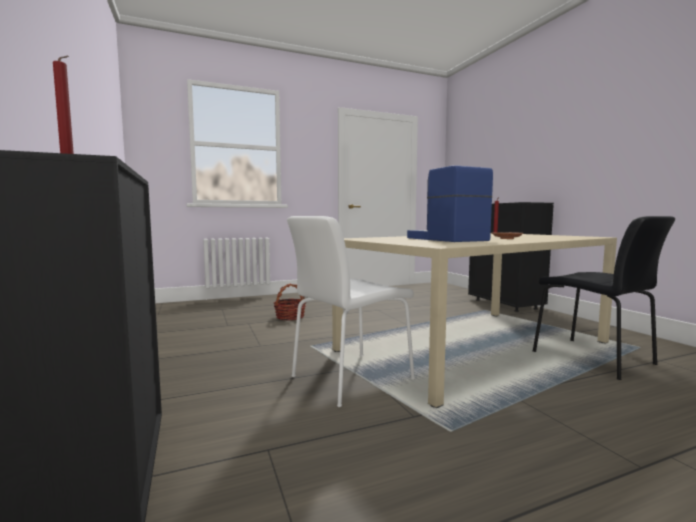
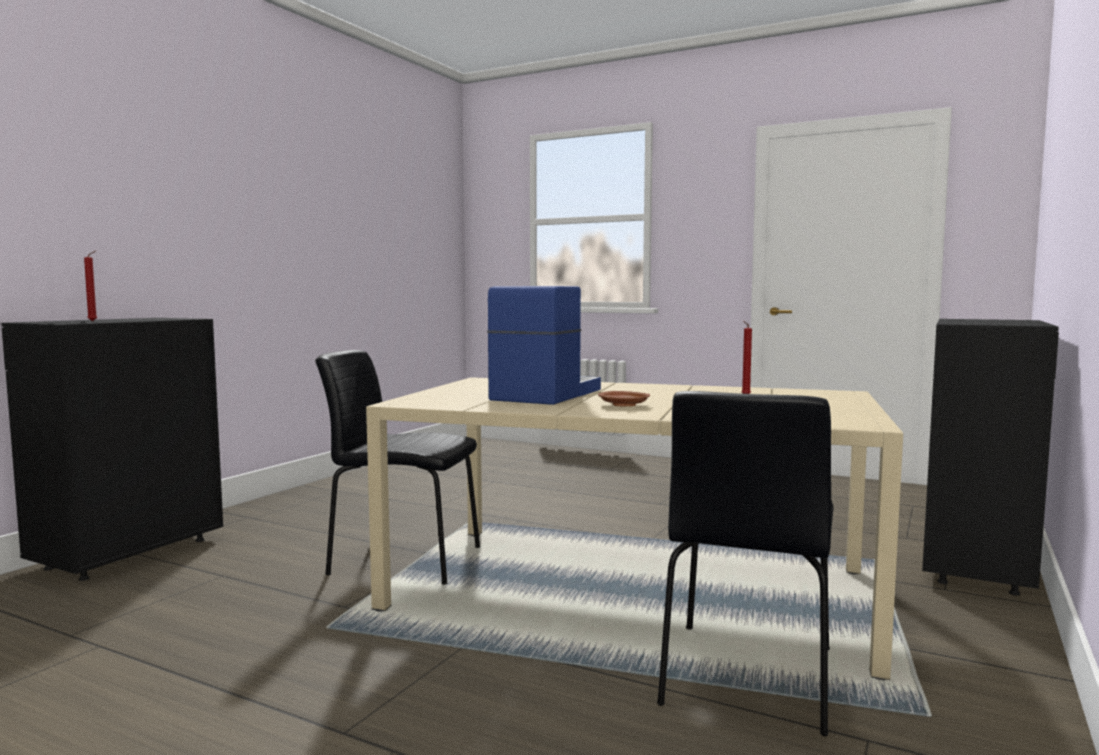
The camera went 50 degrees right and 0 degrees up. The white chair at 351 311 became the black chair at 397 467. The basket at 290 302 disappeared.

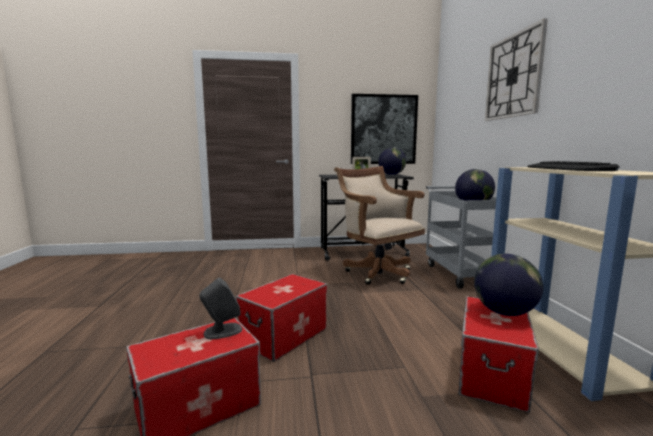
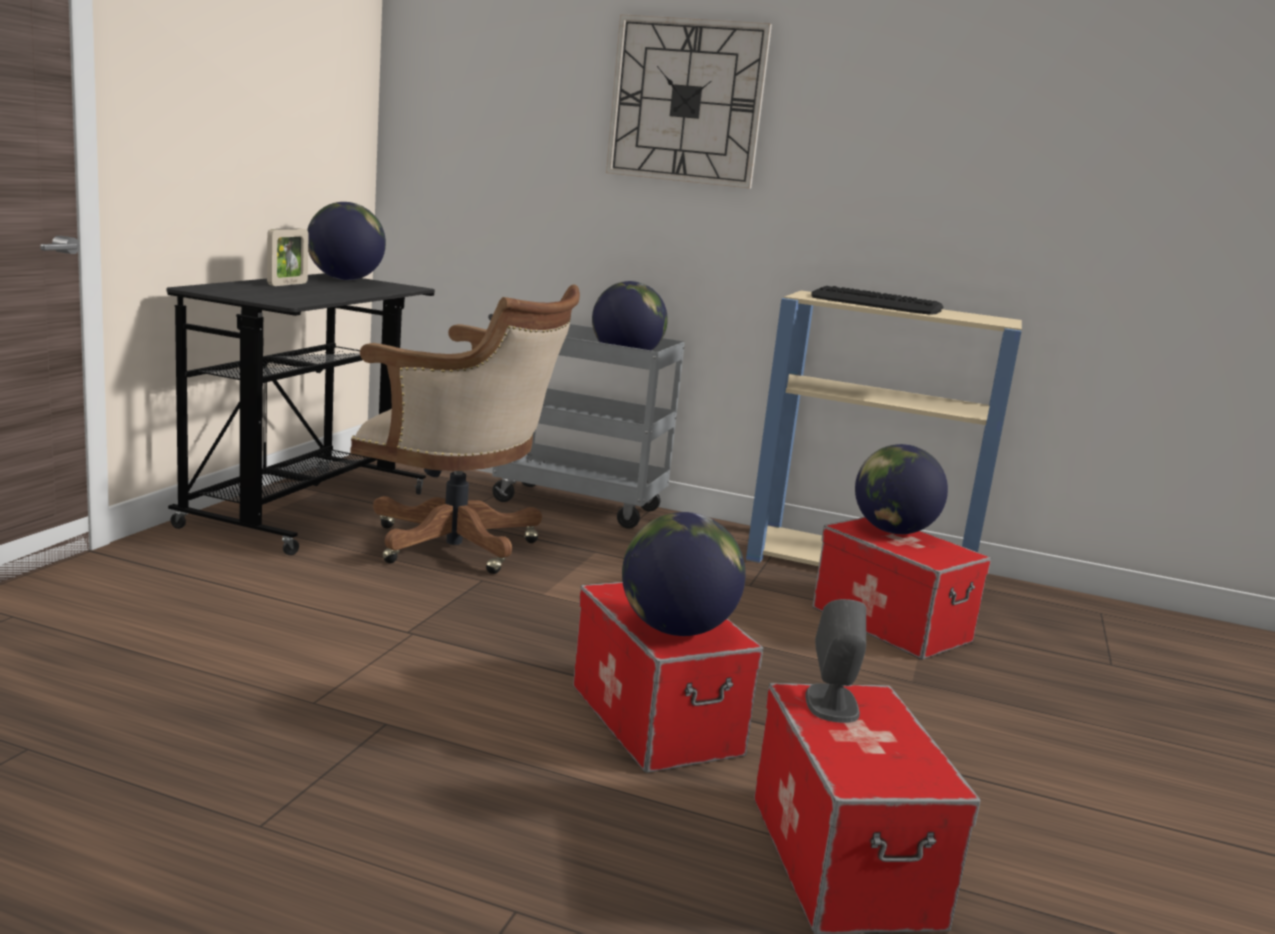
The camera went 65 degrees left and 5 degrees up. The picture at 384 129 disappeared. The office chair at 379 225 turned 150 degrees counterclockwise. The globe at 684 574 appeared.

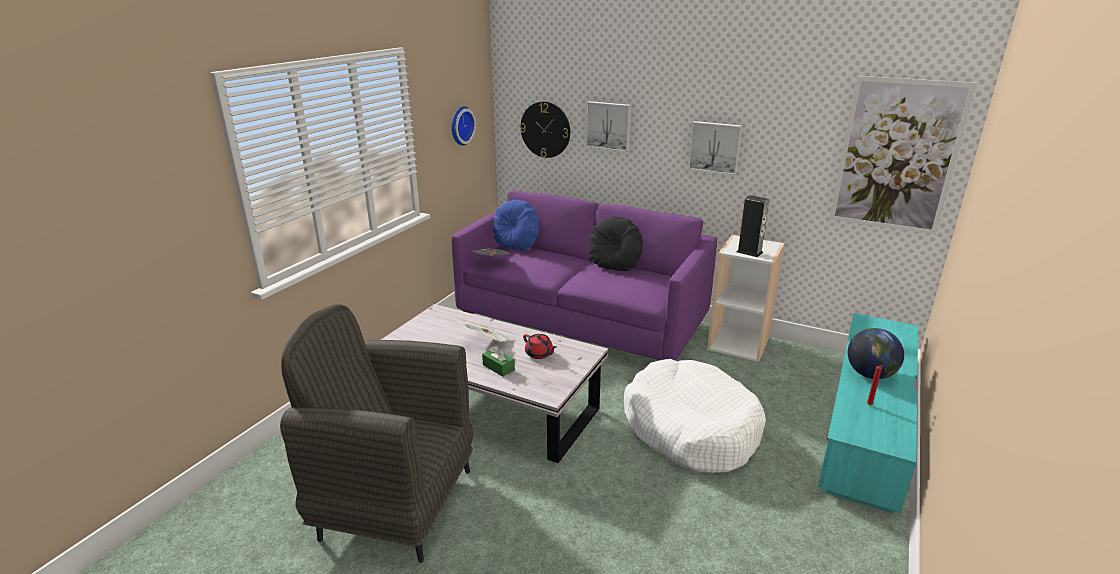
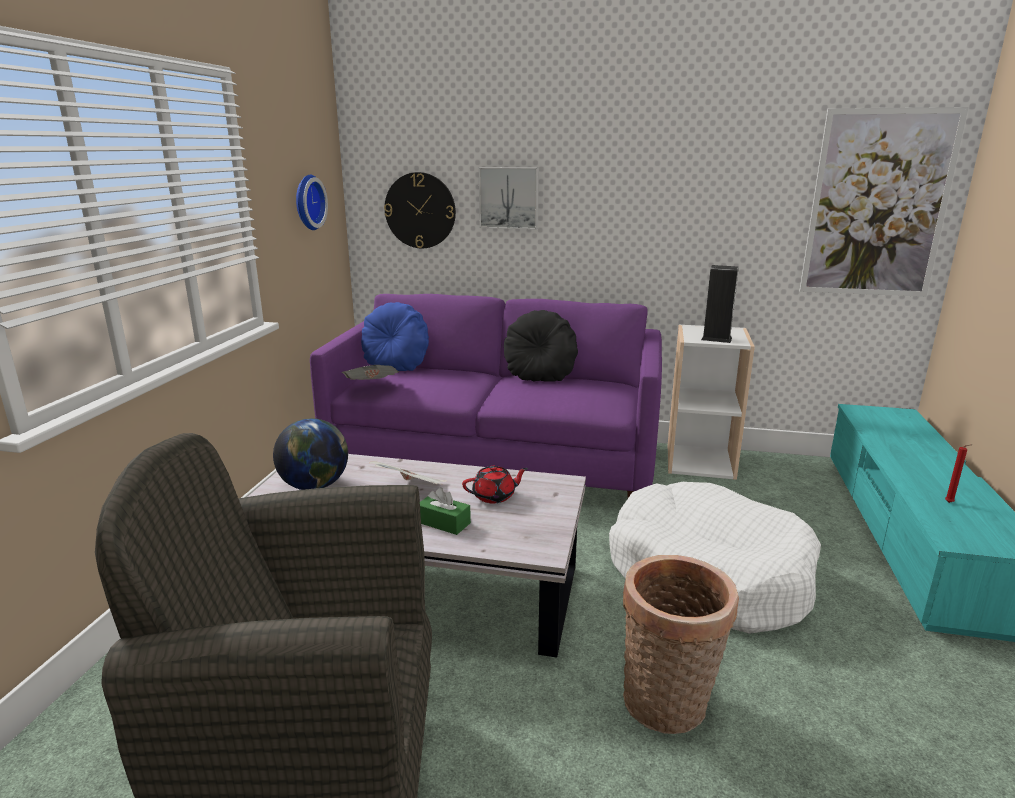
The camera went 15 degrees left and 5 degrees down. The picture at 715 148 disappeared. The globe moved from 876 353 to 310 454. The red teapot at 540 346 turned 45 degrees counterclockwise. The basket at 681 644 appeared.

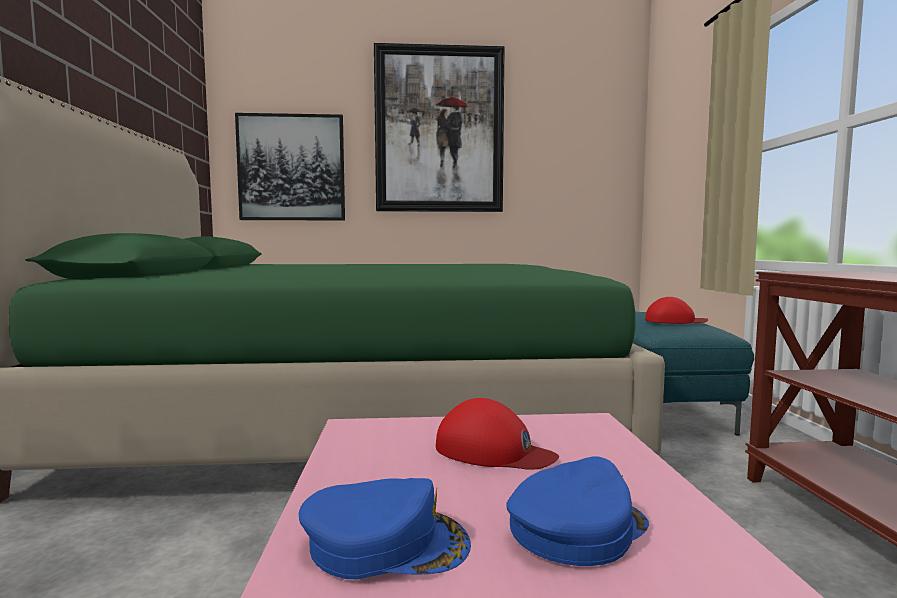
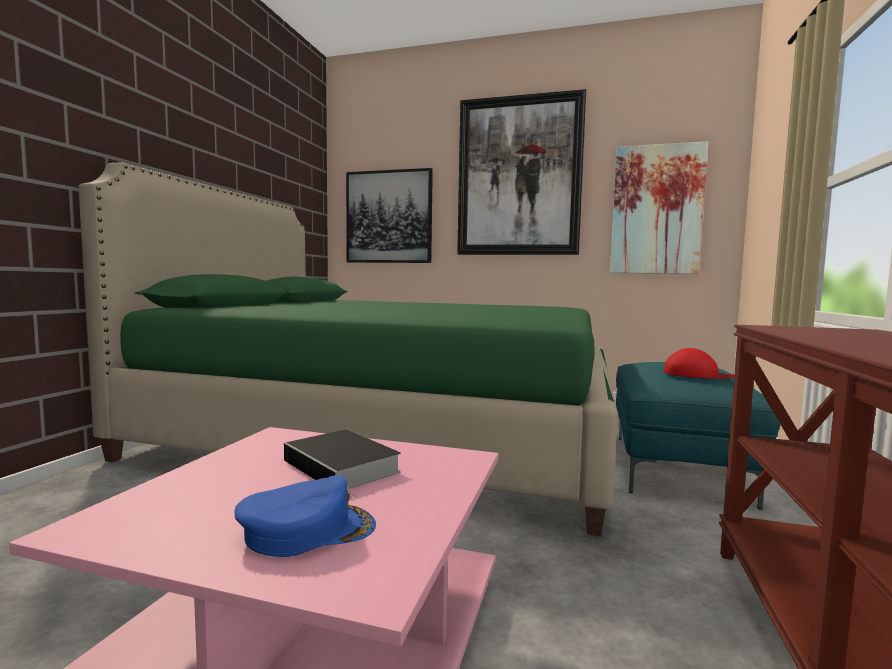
The camera went 20 degrees right and 0 degrees up. The red cap at 497 434 was replaced by the book at 342 463. The blue cap at 385 528 disappeared. The picture at 659 207 appeared.

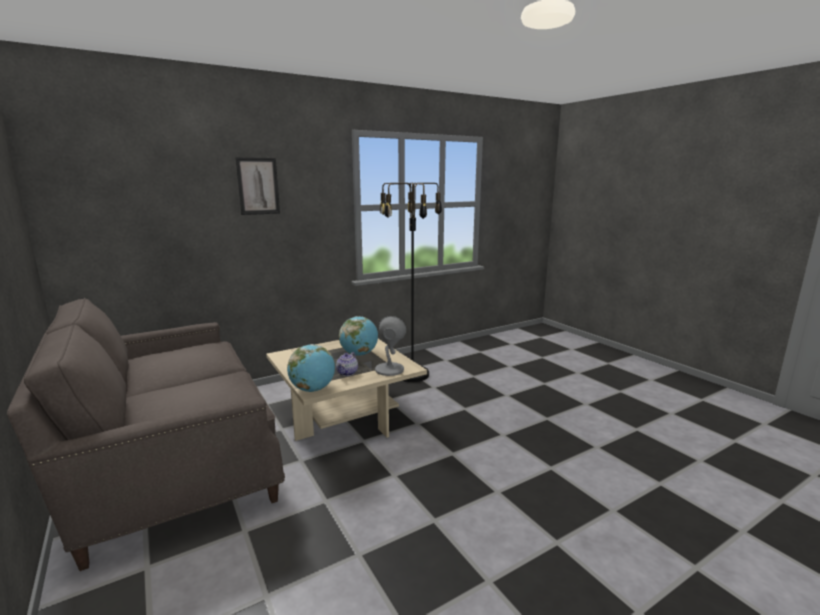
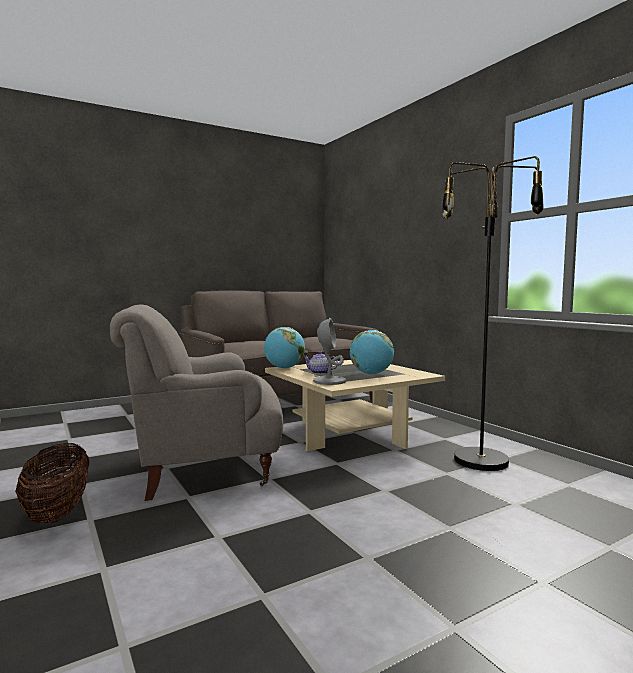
The camera went 90 degrees right and 10 degrees down. The picture at 257 186 disappeared. The grey armchair at 196 402 appeared. The basket at 52 483 appeared.

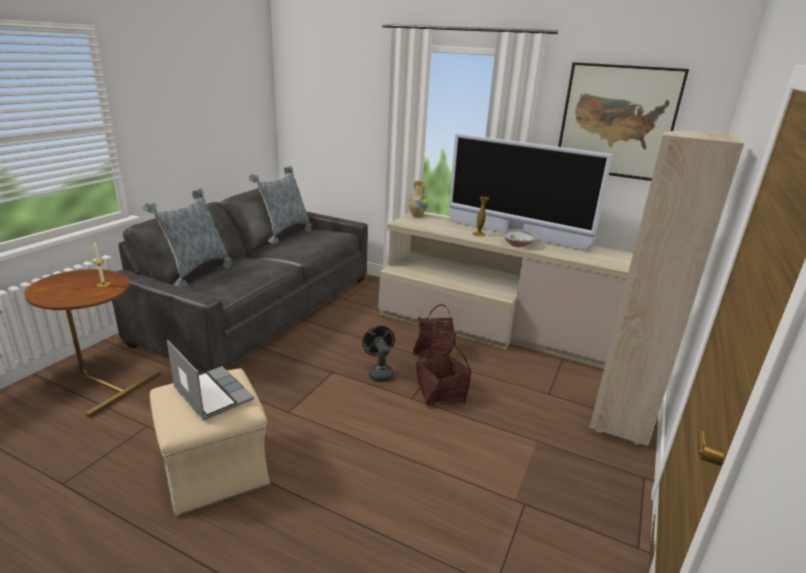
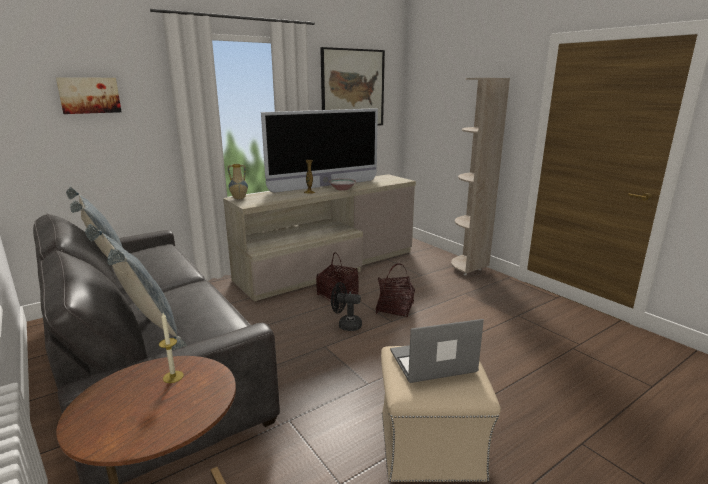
The camera went 60 degrees left and 5 degrees down. The picture at 89 95 appeared.

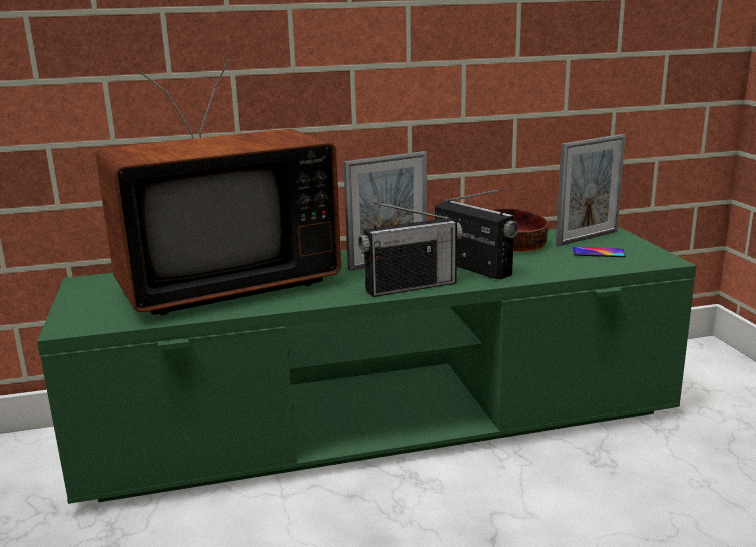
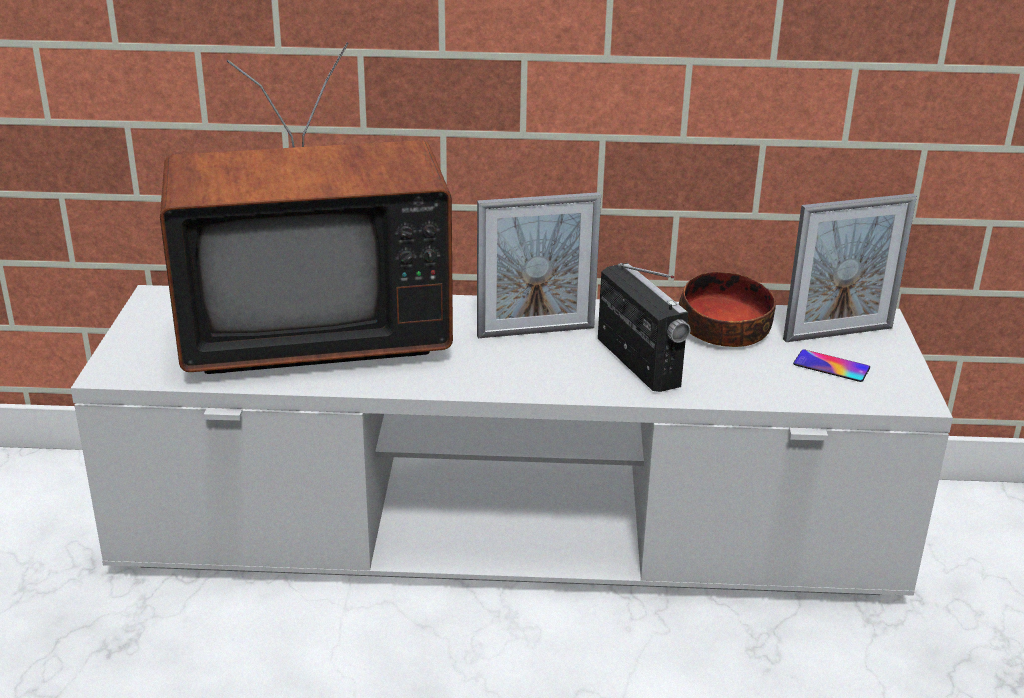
The camera went 15 degrees right and 10 degrees up. The radio at 410 249 disappeared. The green tv stand at 366 365 became the white tv stand at 512 440.

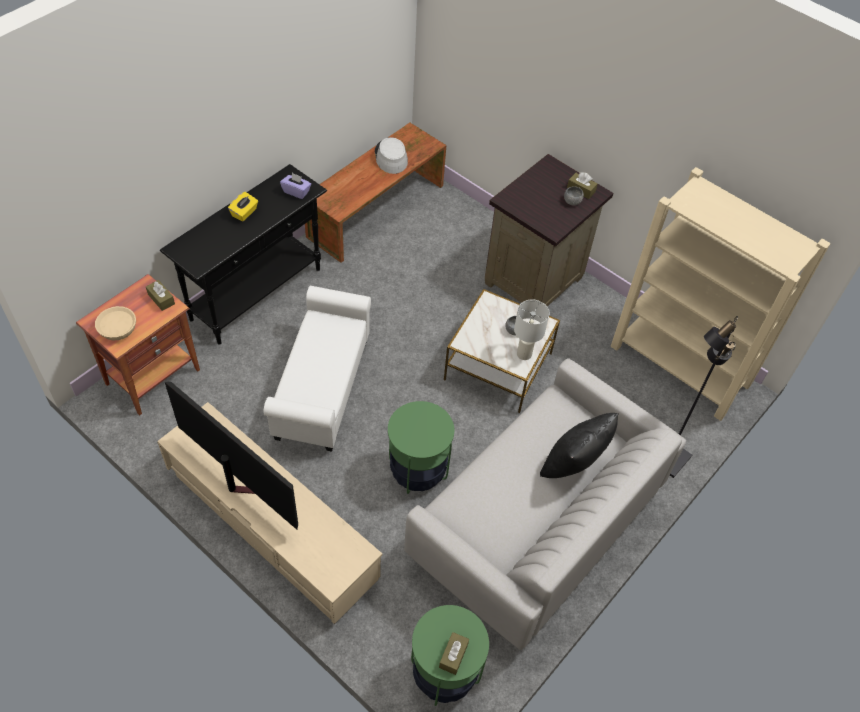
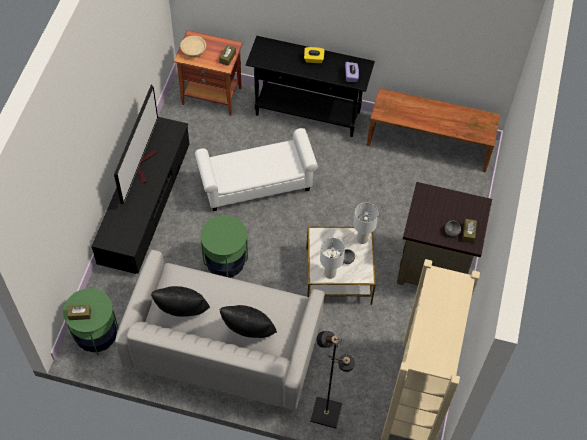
The camera went 65 degrees right and 5 degrees up. The grey hat at 391 155 disappeared. The beige tv stand at 269 513 became the black tv stand at 140 195. The white table lamp at 365 223 appeared. The black pillow at 180 301 appeared.

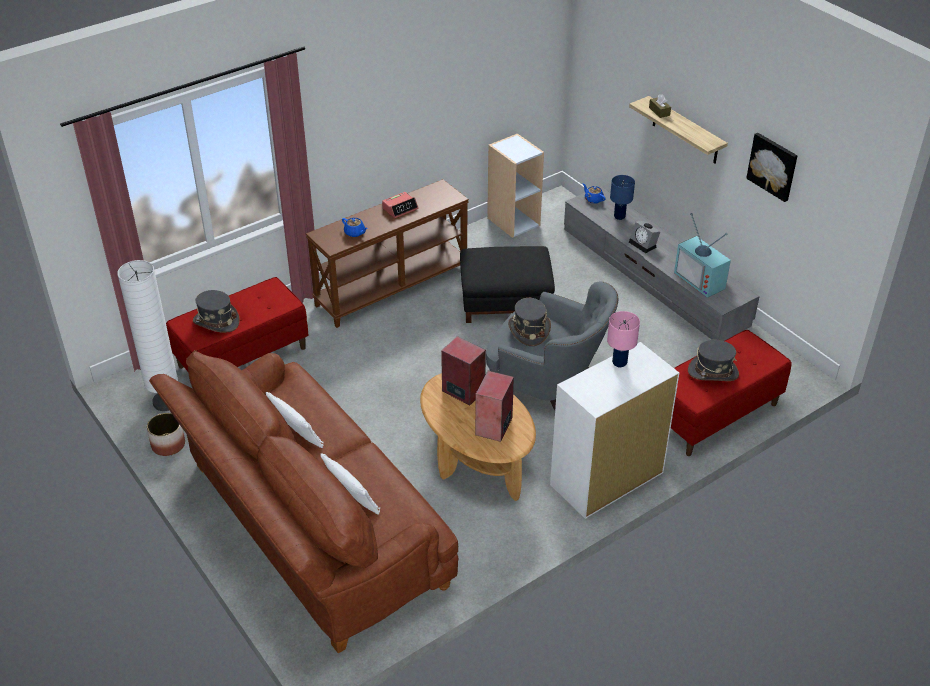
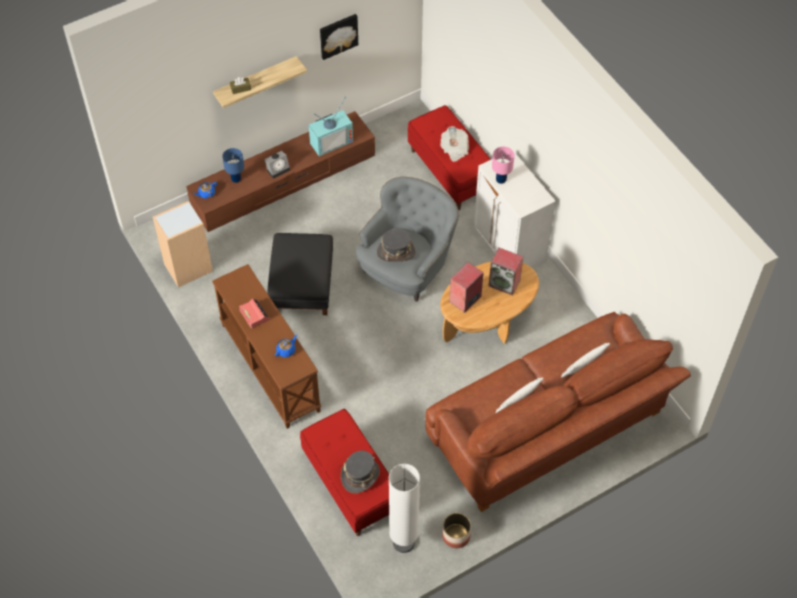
The camera went 85 degrees left and 15 degrees up. The grey tv stand at 662 263 became the brown tv stand at 280 171. The grey hat at 713 360 was replaced by the newspaper at 454 144.

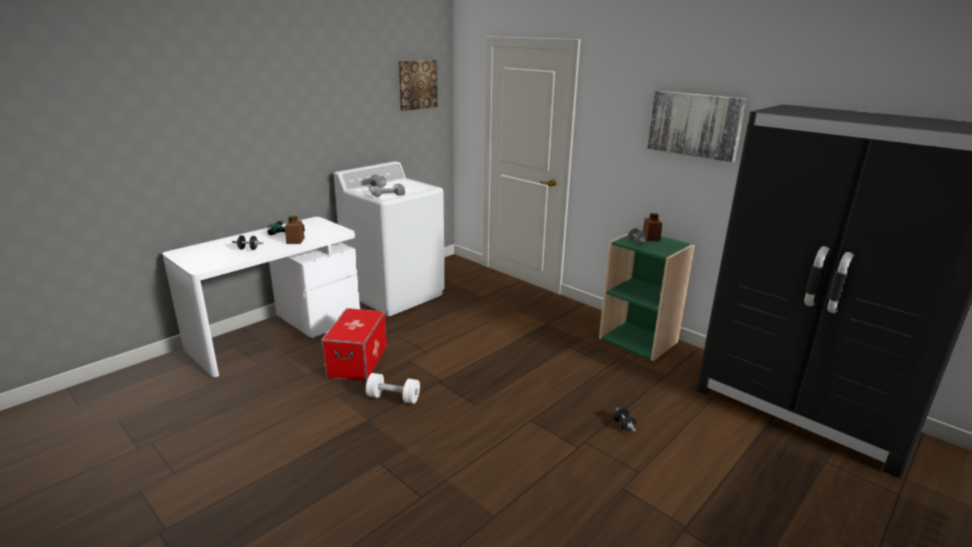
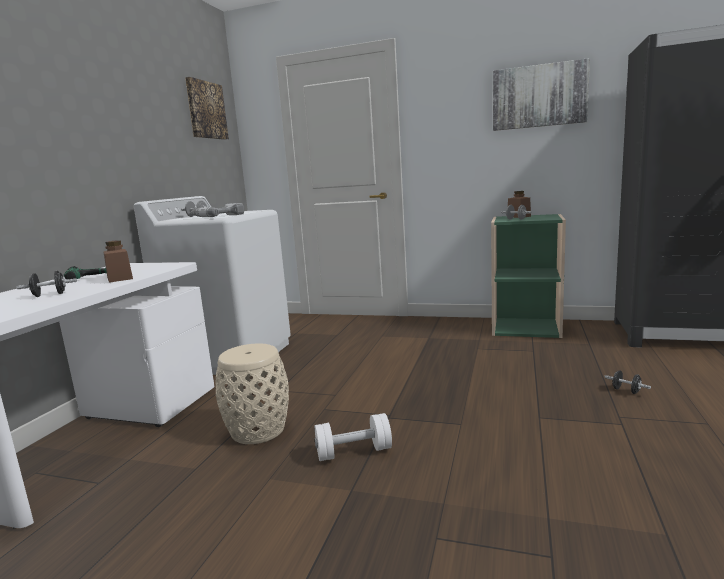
The camera went 25 degrees left and 10 degrees down. The storage box at 354 344 was replaced by the beige stool at 252 393.

